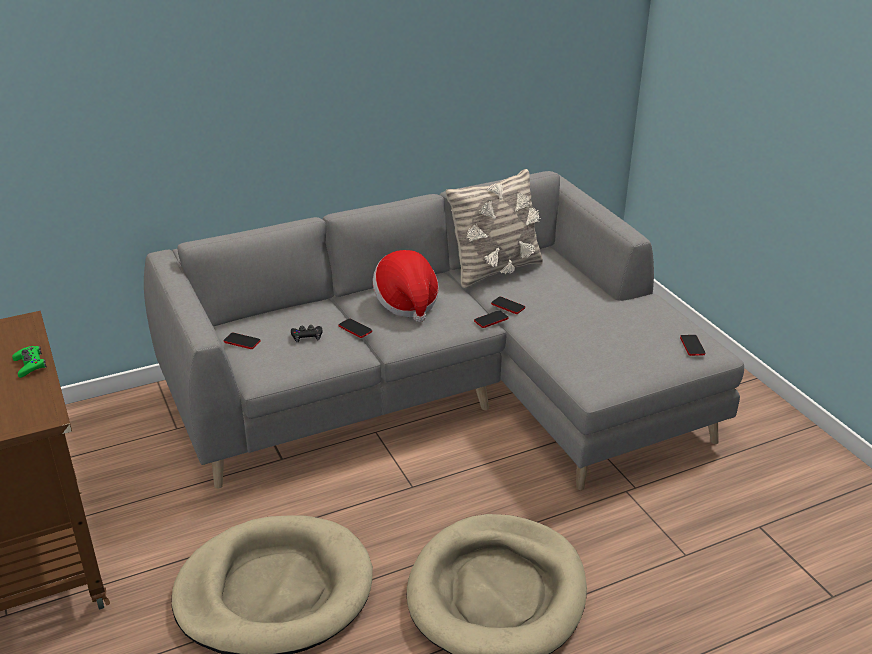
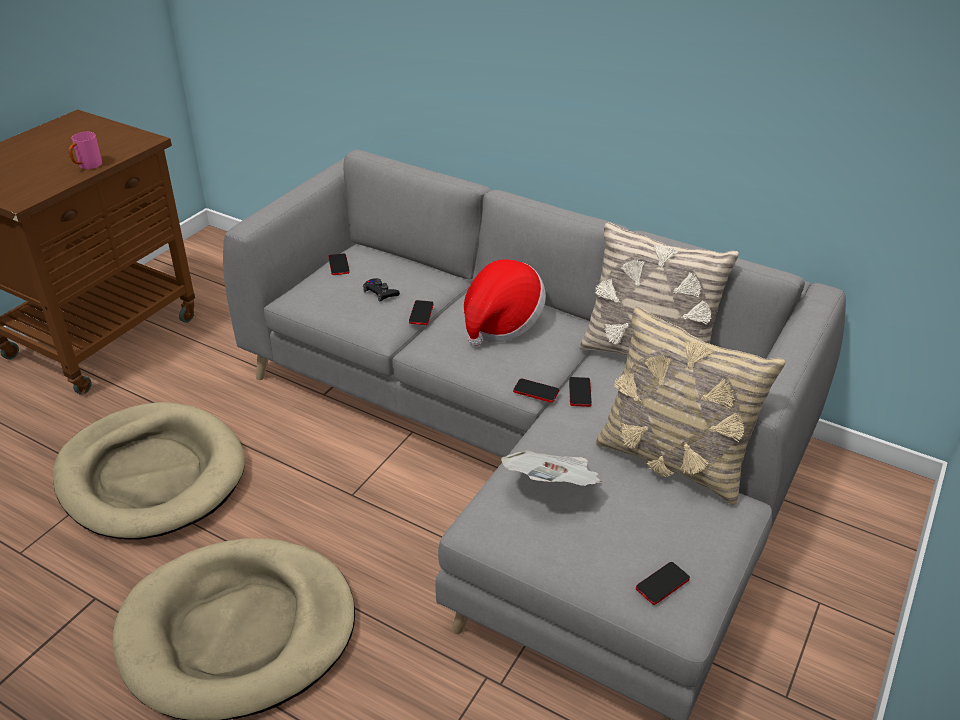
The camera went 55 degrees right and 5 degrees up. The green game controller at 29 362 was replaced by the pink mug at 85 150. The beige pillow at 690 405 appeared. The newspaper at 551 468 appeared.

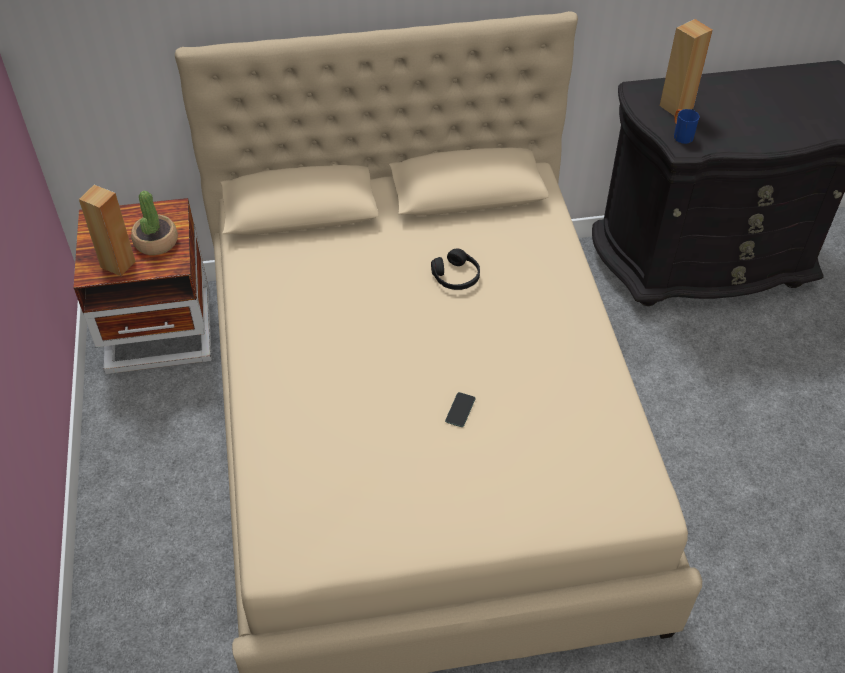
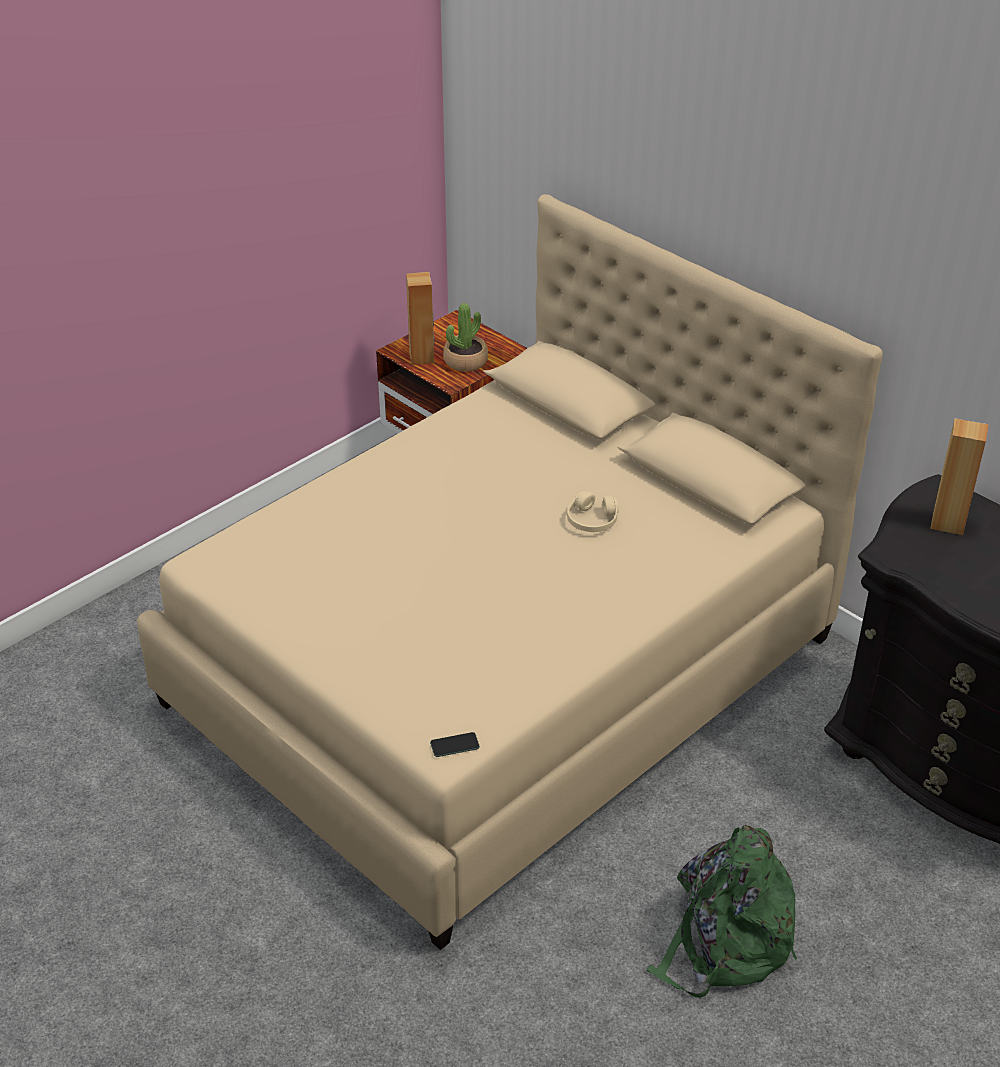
The camera went 55 degrees right and 10 degrees down. The blue mug at 686 126 disappeared. The black headphones at 455 269 became the beige headphones at 593 511. The phone moved from 460 409 to 455 744. The green backpack at 721 911 appeared.

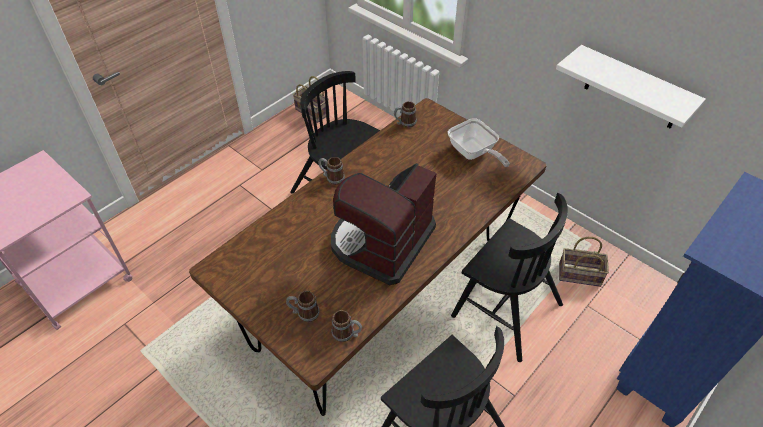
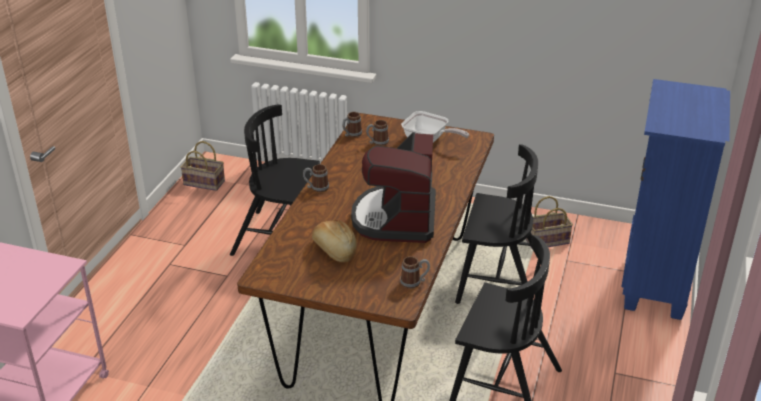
The camera went 25 degrees left and 15 degrees down. The white shelf at 631 87 disappeared. The mug moved from 303 306 to 377 133. The bread at 334 241 appeared.

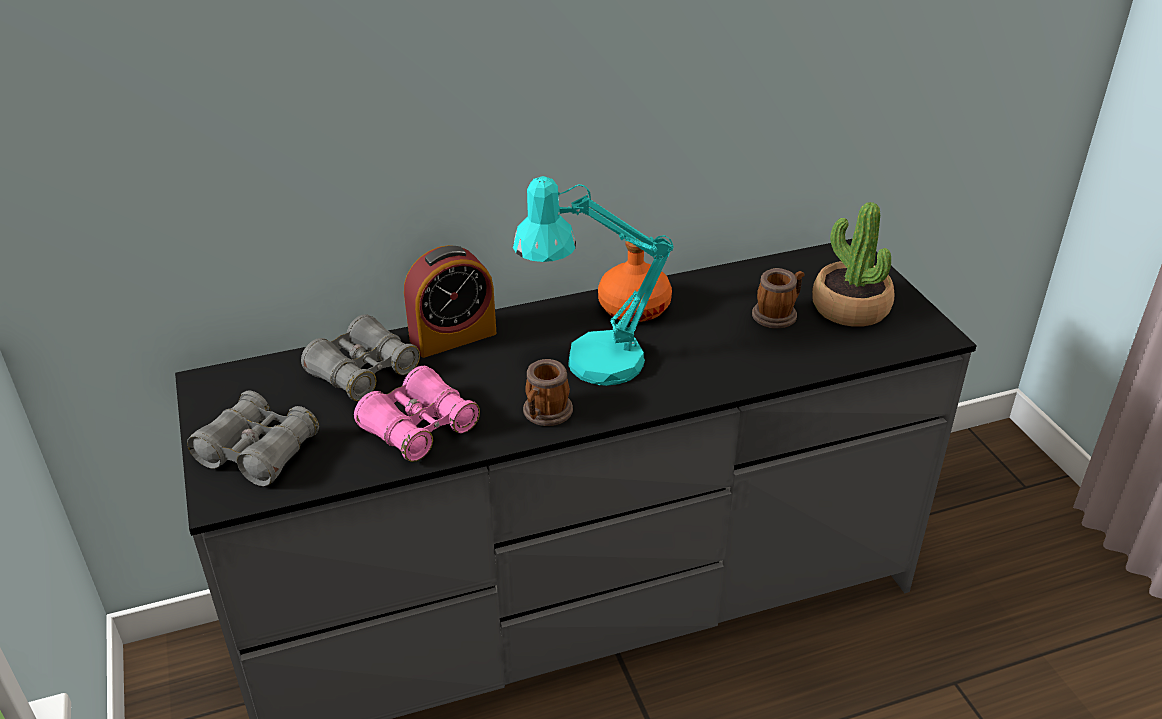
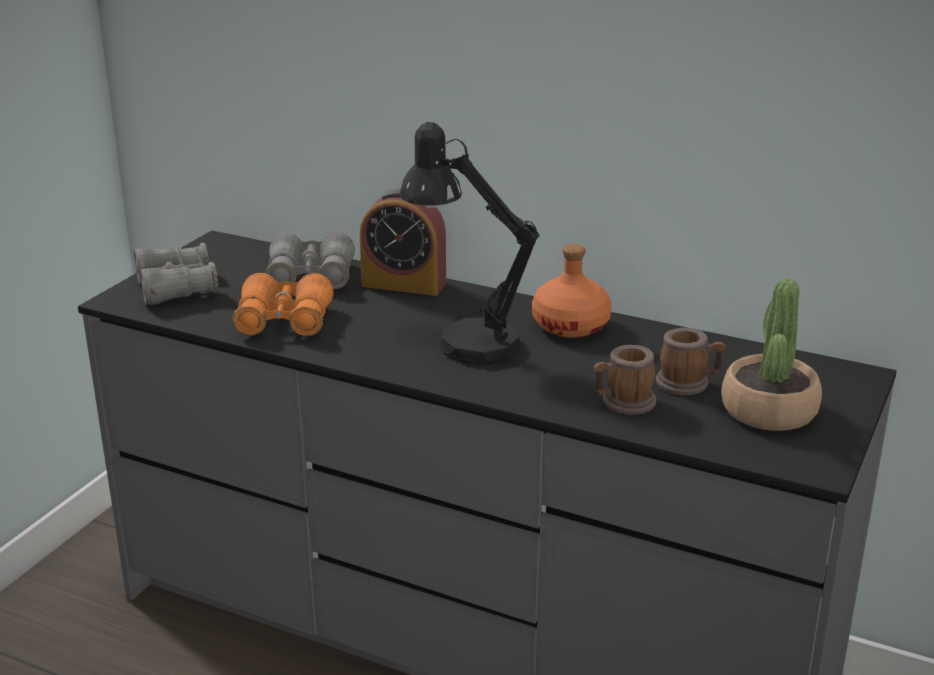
The camera went 45 degrees right and 10 degrees down. The turquoise table lamp at 593 281 became the black table lamp at 470 243. The mug moved from 548 392 to 625 380. The pink binoculars at 417 414 became the orange binoculars at 283 304.

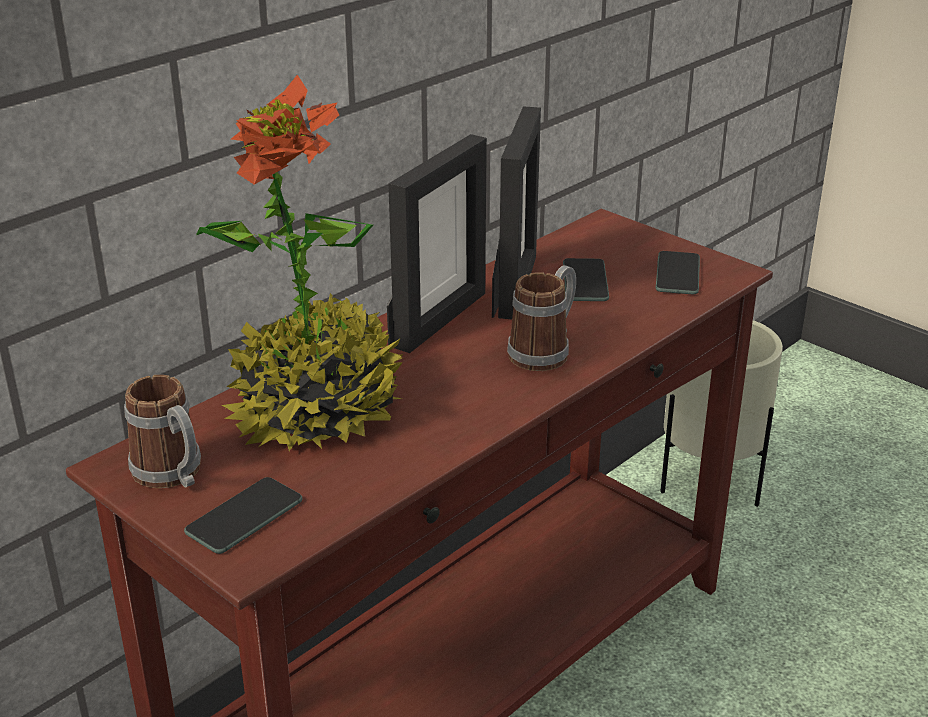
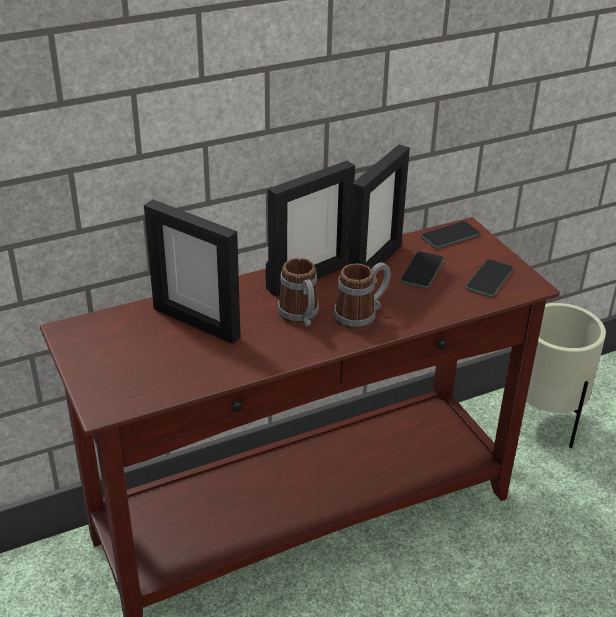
The camera went 20 degrees right and 5 degrees up. The potted plant at 299 263 was replaced by the picture frame at 192 271. The mug moved from 162 431 to 298 292. The phone moved from 243 515 to 450 234.

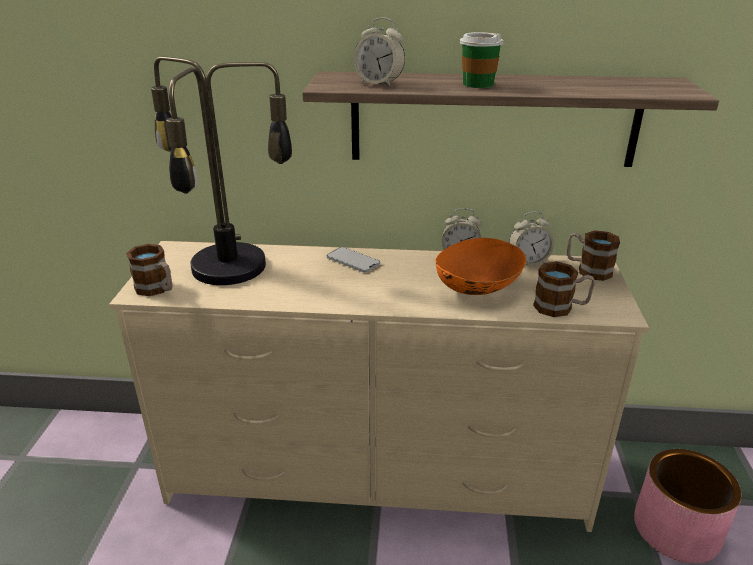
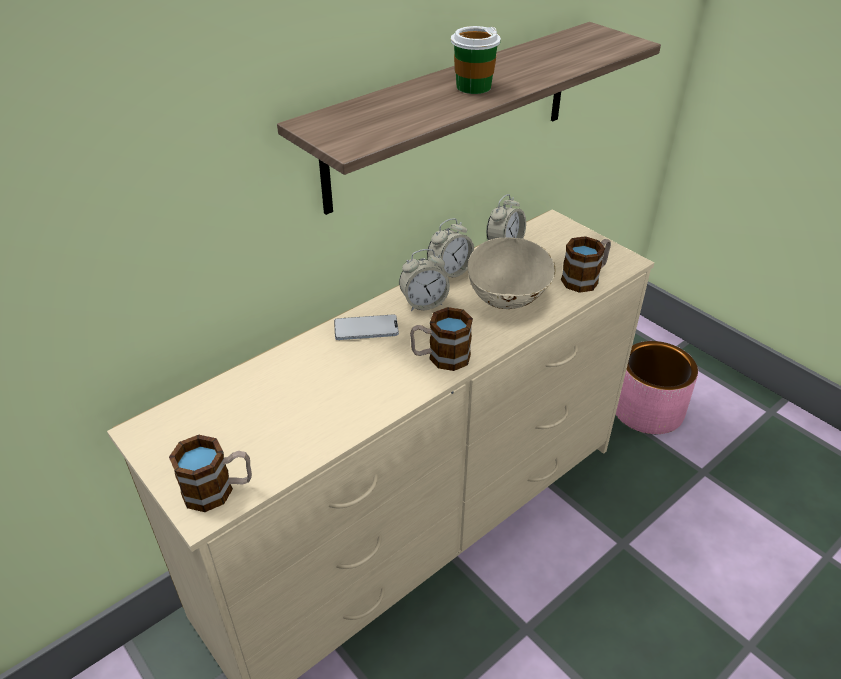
The camera went 45 degrees left and 10 degrees up. The alarm clock moved from 379 52 to 424 280. The table lamp at 221 170 disappeared. The mug moved from 593 255 to 441 339. The orange bowl at 481 266 became the beige bowl at 511 273.

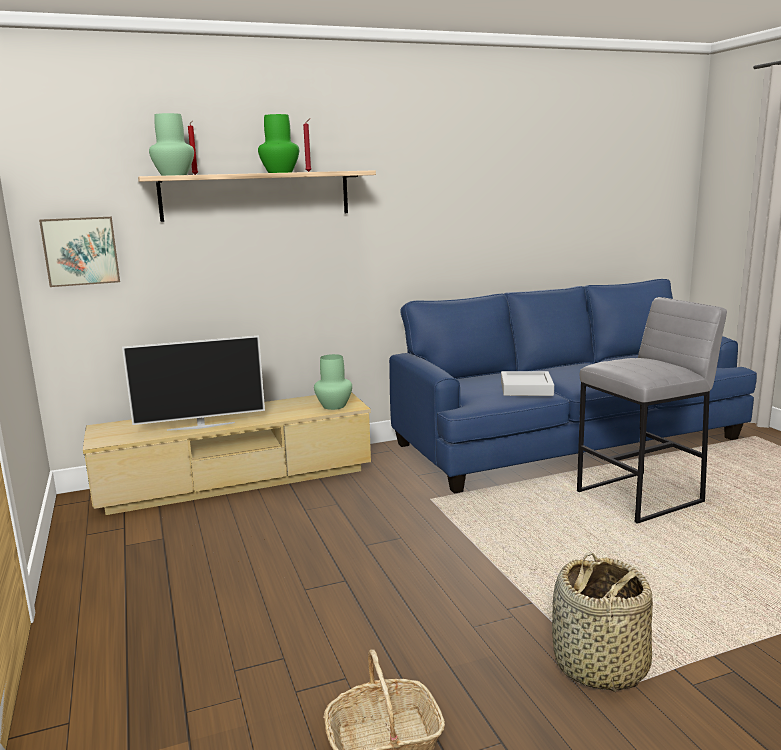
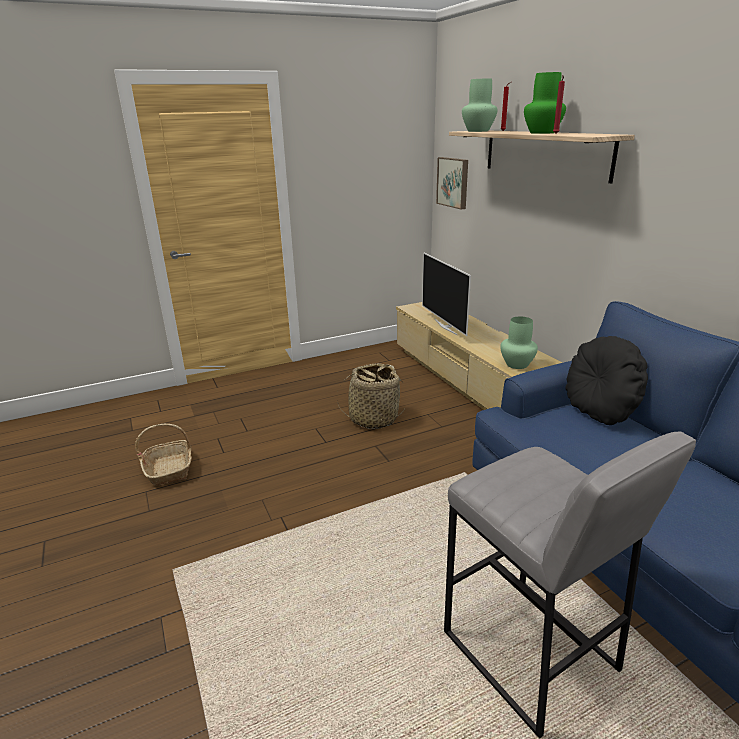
The camera went 85 degrees right and 10 degrees up. The grey tray at 527 383 disappeared. The basket moved from 602 622 to 371 396. The black pillow at 606 380 appeared.

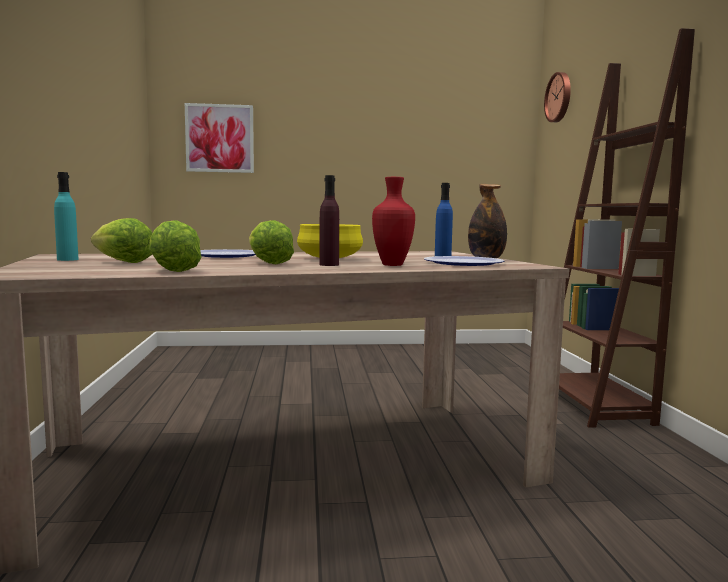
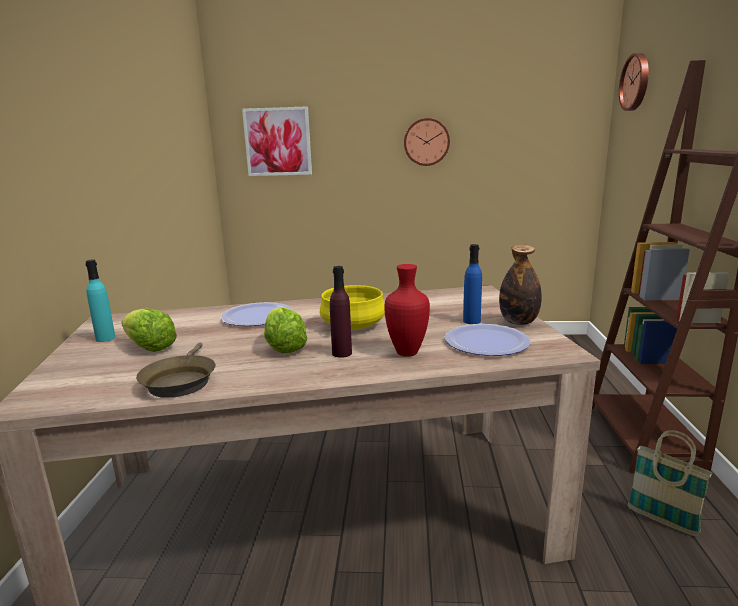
The camera went 10 degrees right and 10 degrees up. The lettuce at 175 246 was replaced by the brown frying pan at 176 370. The wall clock at 427 142 appeared. The basket at 670 483 appeared.

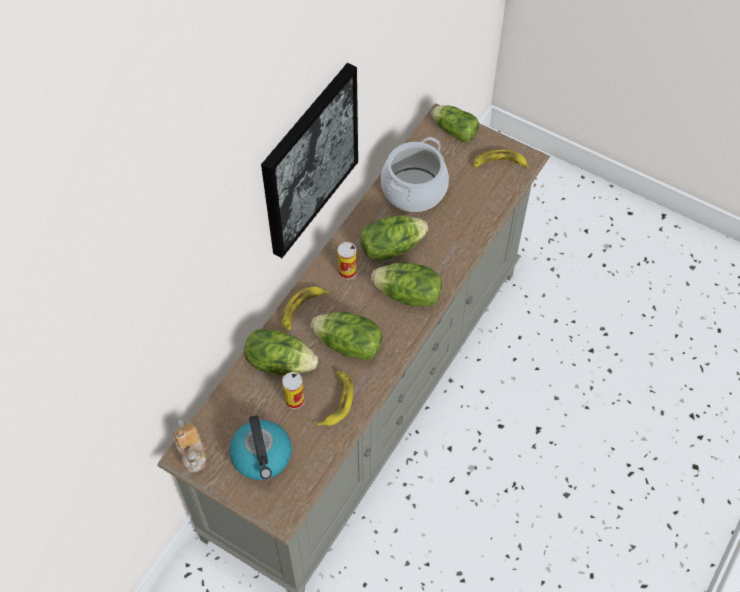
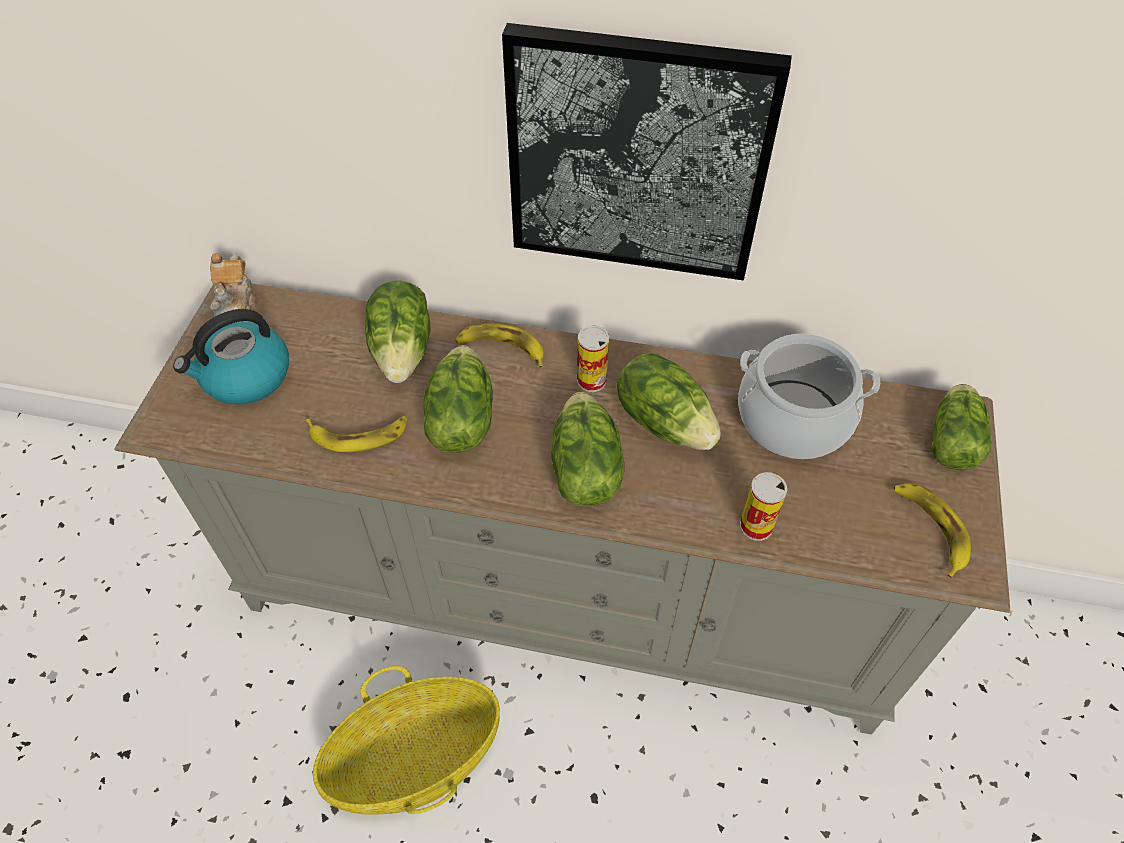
The camera went 70 degrees right and 5 degrees down. The can moved from 293 390 to 763 506. The teapot at 190 446 turned 45 degrees counterclockwise. The basket at 406 740 appeared.

